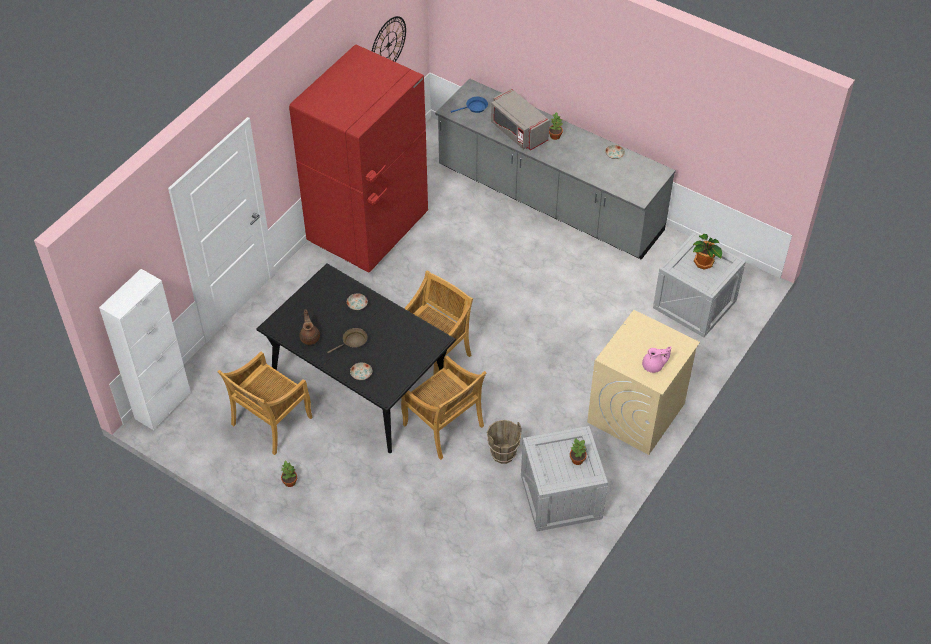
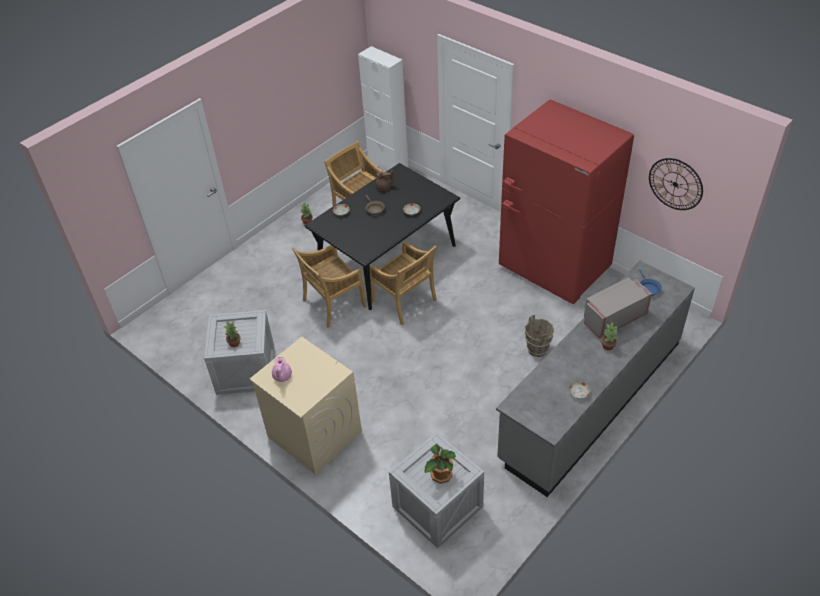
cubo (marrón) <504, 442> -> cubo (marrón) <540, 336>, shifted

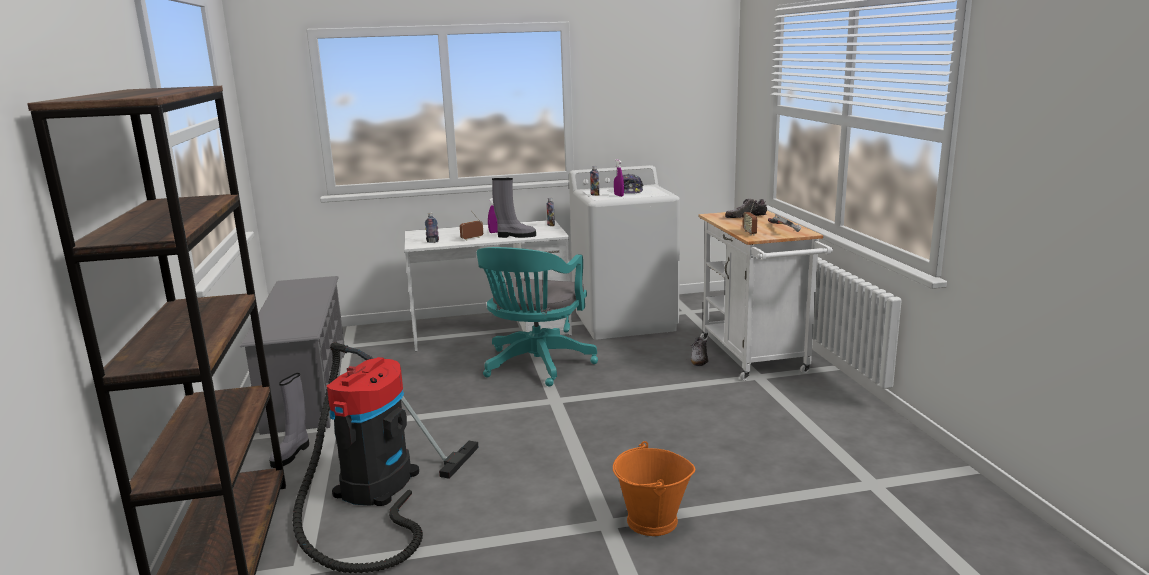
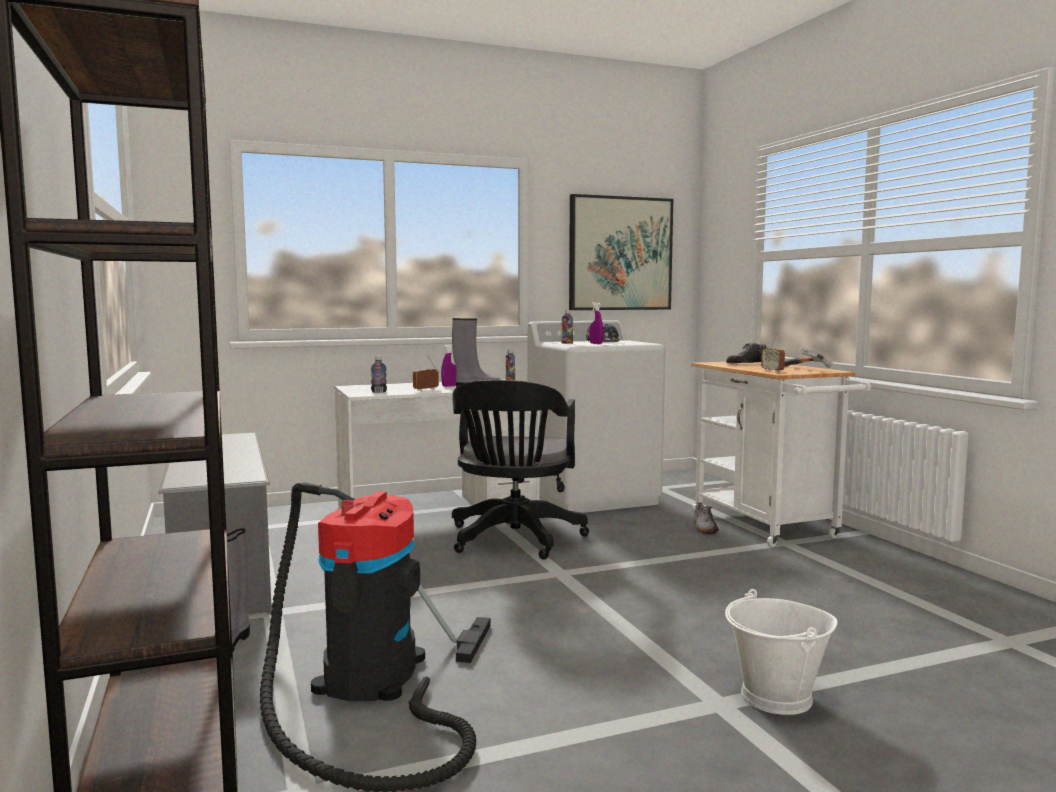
none -> cuadro <621, 252>
silla de oficina (turquesa) <537, 317> -> silla de oficina (negro) <520, 470>
cubo (naranja) <654, 488> -> cubo (blanco) <781, 652>

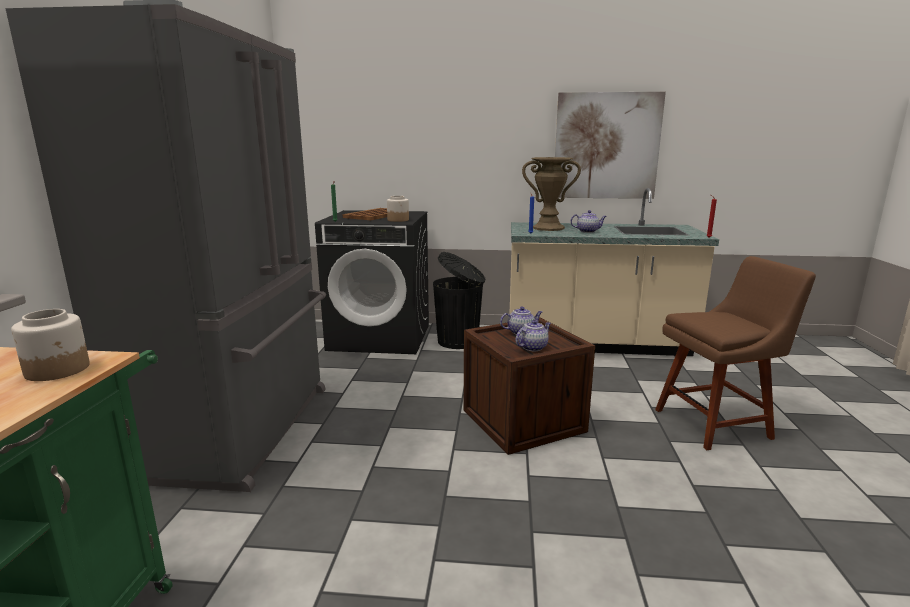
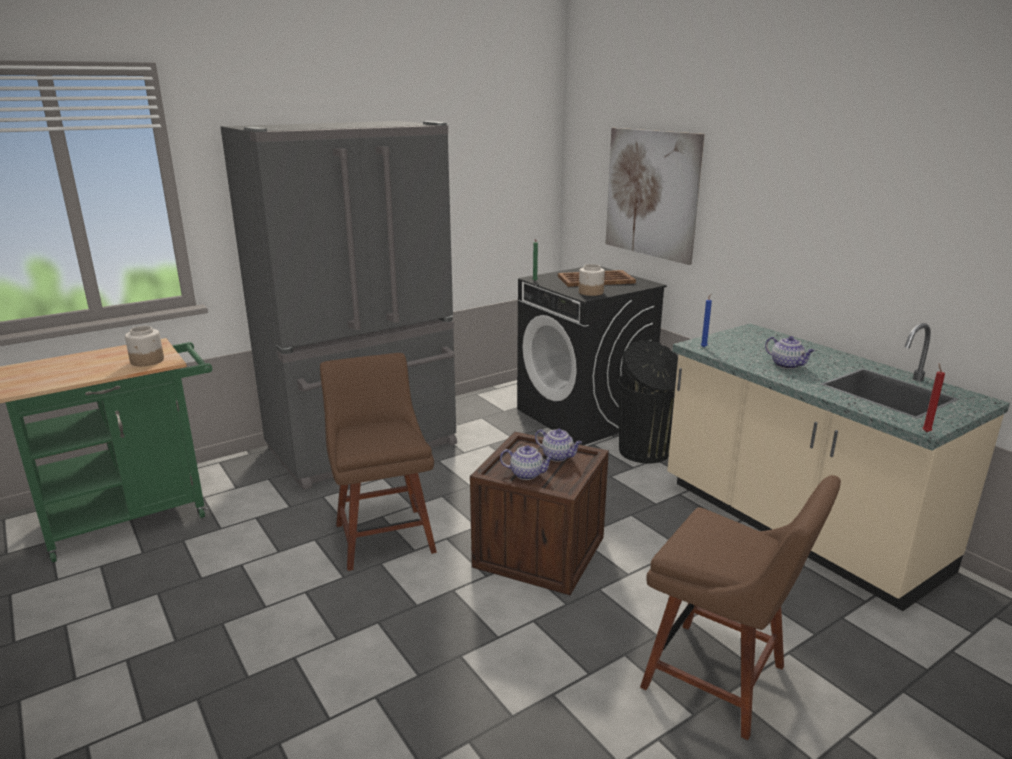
florero (marrón) <551, 194> -> none
none -> silla (marrón) <378, 462>
cuadro <610, 145> -> cuadro <654, 196>, shifted

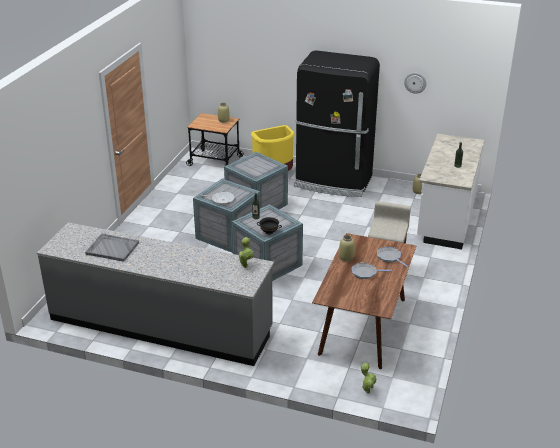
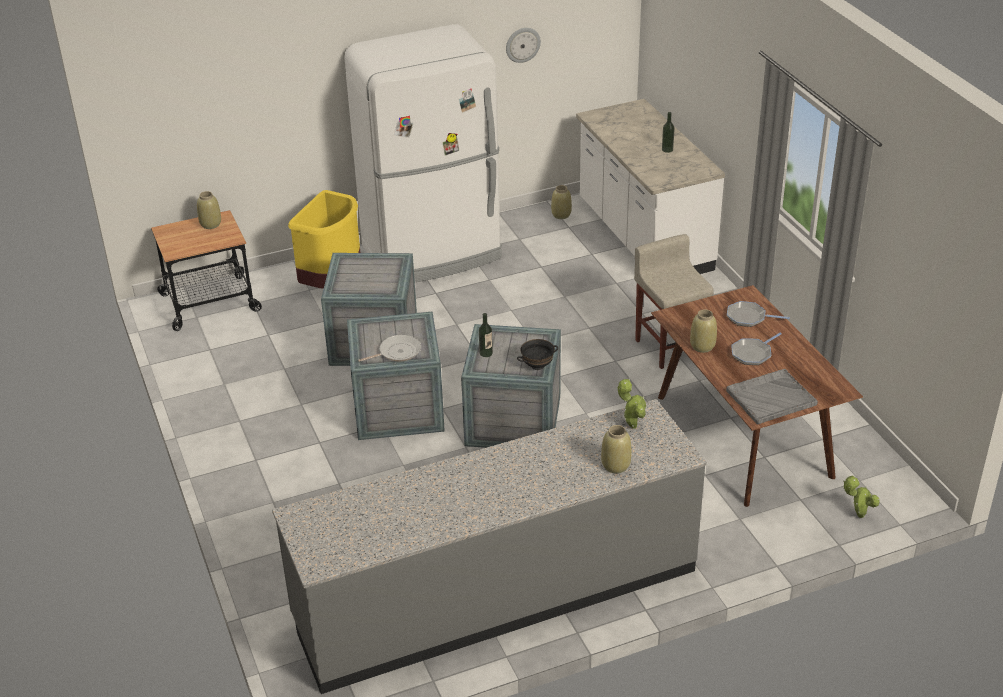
none -> florero (beis) <616, 449>
bandeja (gris) <112, 247> -> bandeja (gris) <772, 397>, shifted
nevera (negro) <337, 123> -> nevera (blanco) <423, 153>

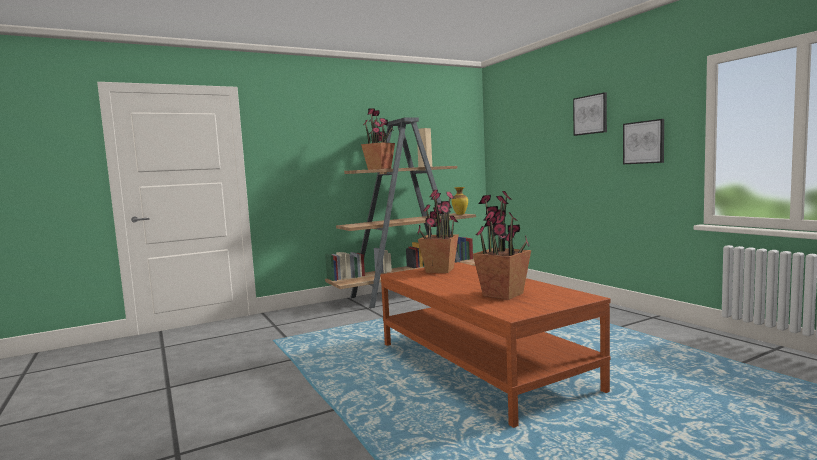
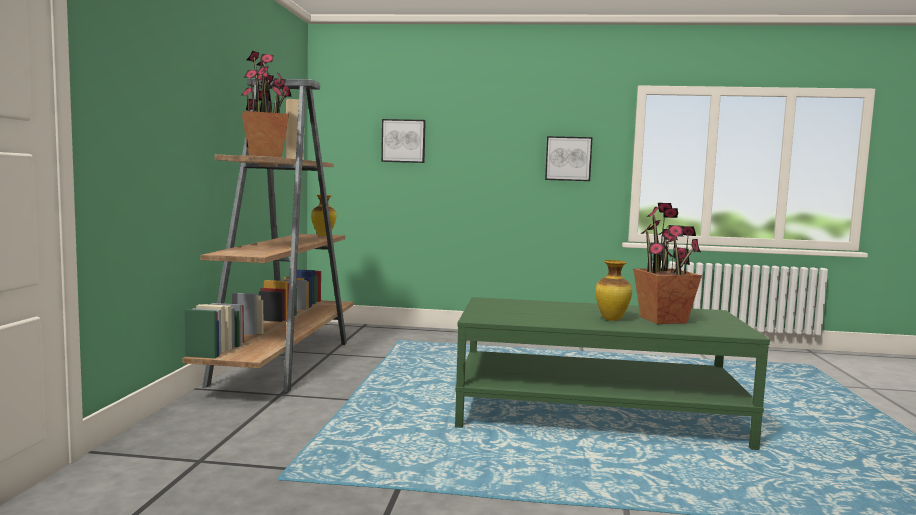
planta en maceta <438, 231> -> none
none -> florero <613, 290>
cuadro <590, 114> -> cuadro <403, 141>, shifted
mesa de centro (marrón) <495, 345> -> mesa de centro (verde) <612, 373>

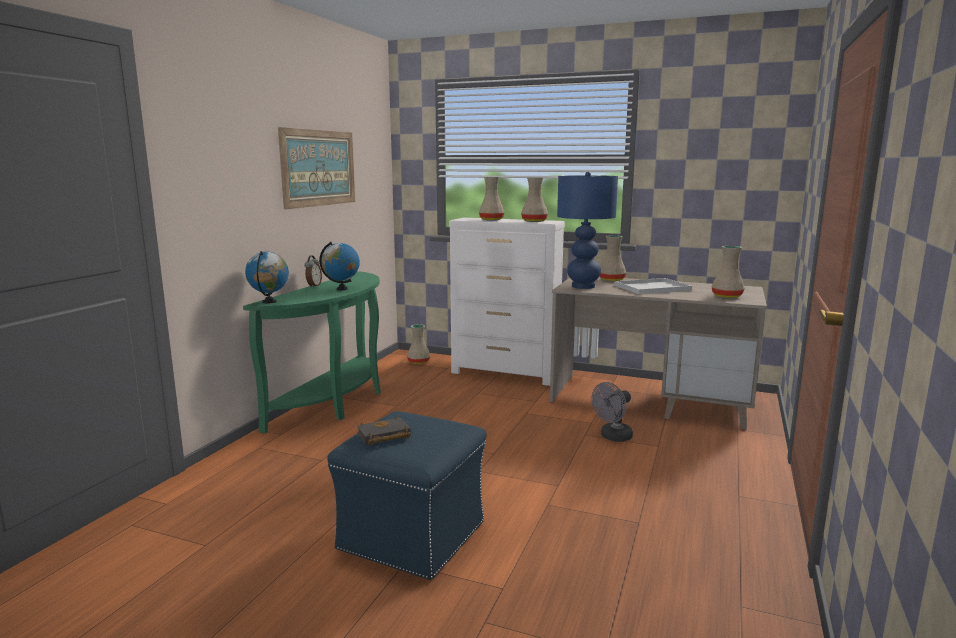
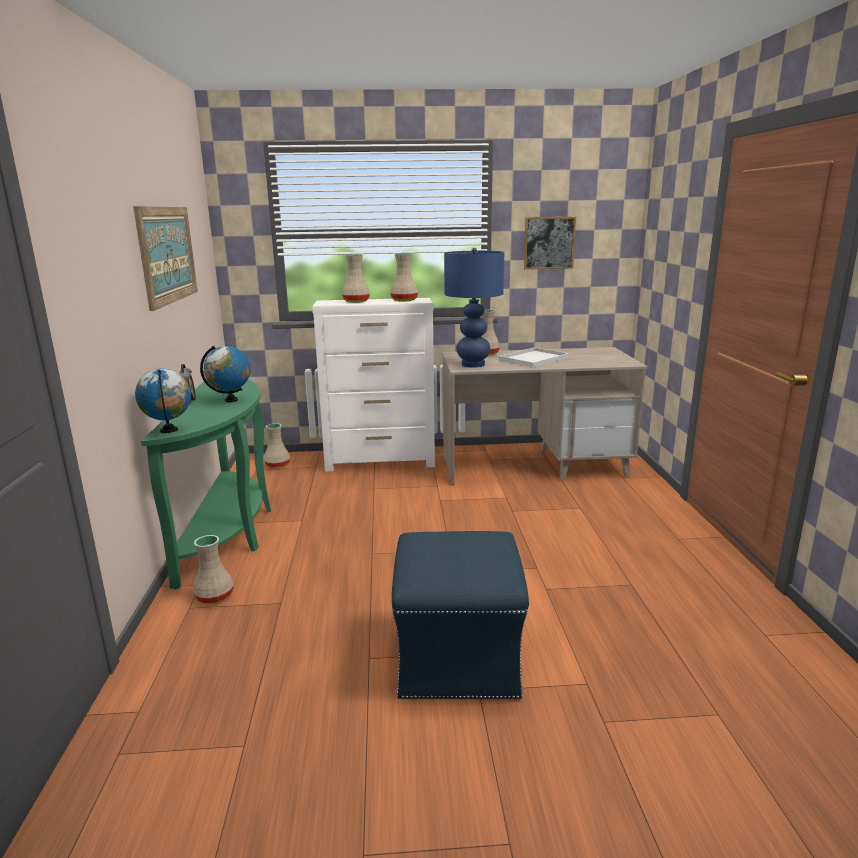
libro (negro) <384, 430> -> none
ventilador (gris) <612, 412> -> none
none -> cuadro <550, 243>
florero (beis) <728, 272> -> florero (beis) <213, 569>, shifted

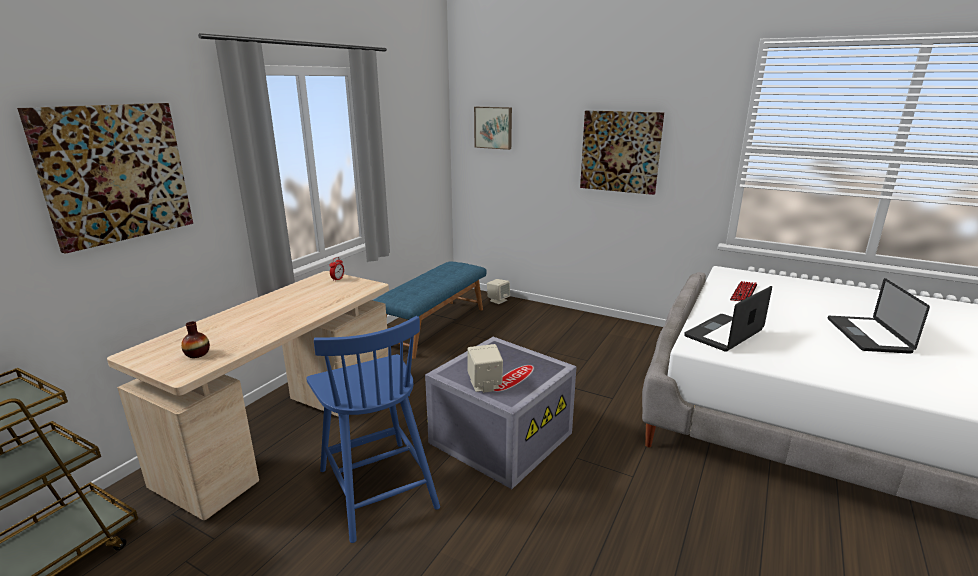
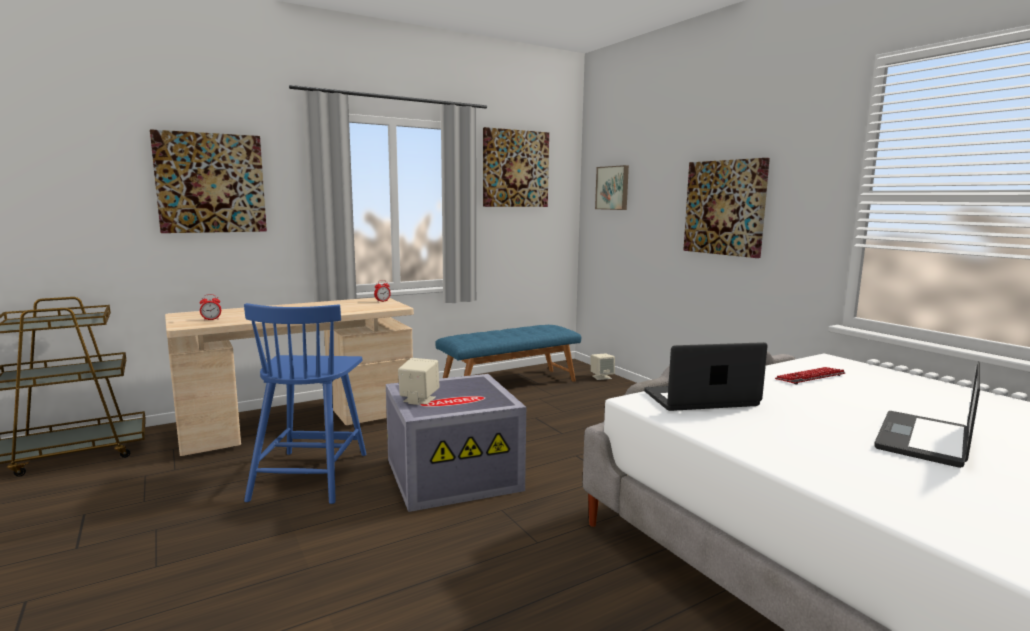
none -> cuadro <516, 167>
florero <195, 339> -> despertador <210, 307>

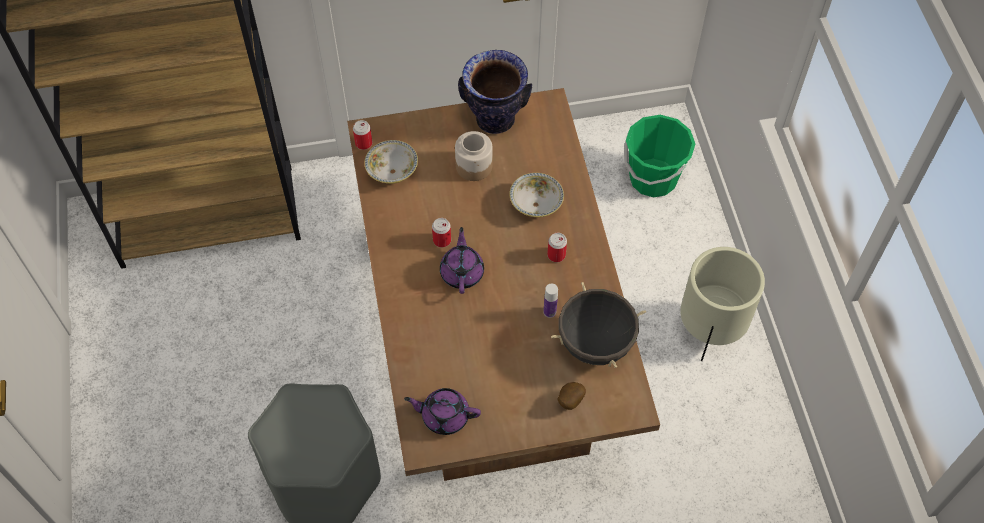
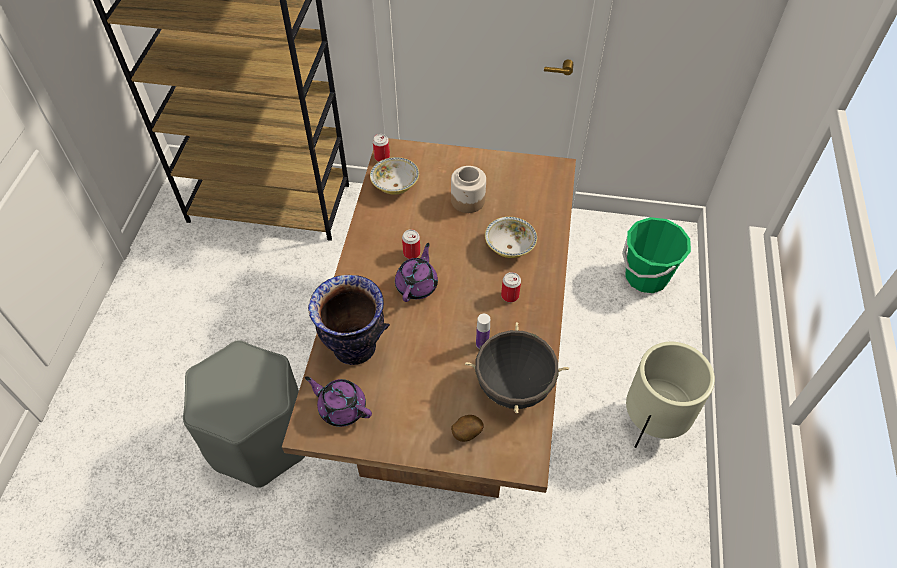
florero <495, 92> -> florero <349, 320>, shifted

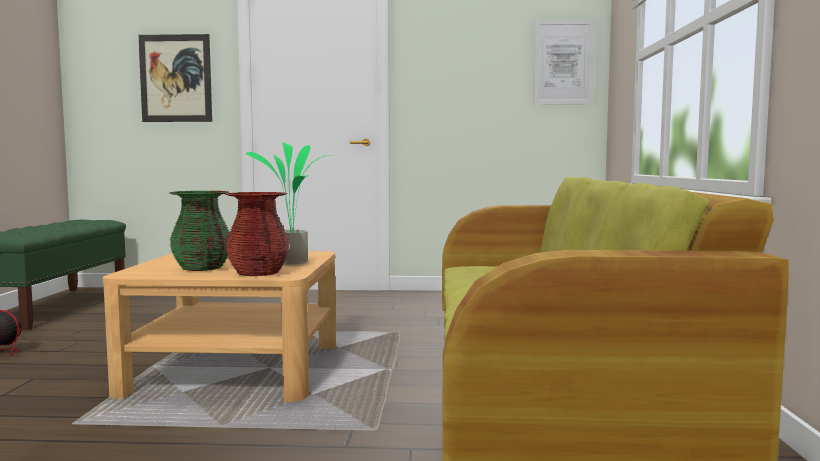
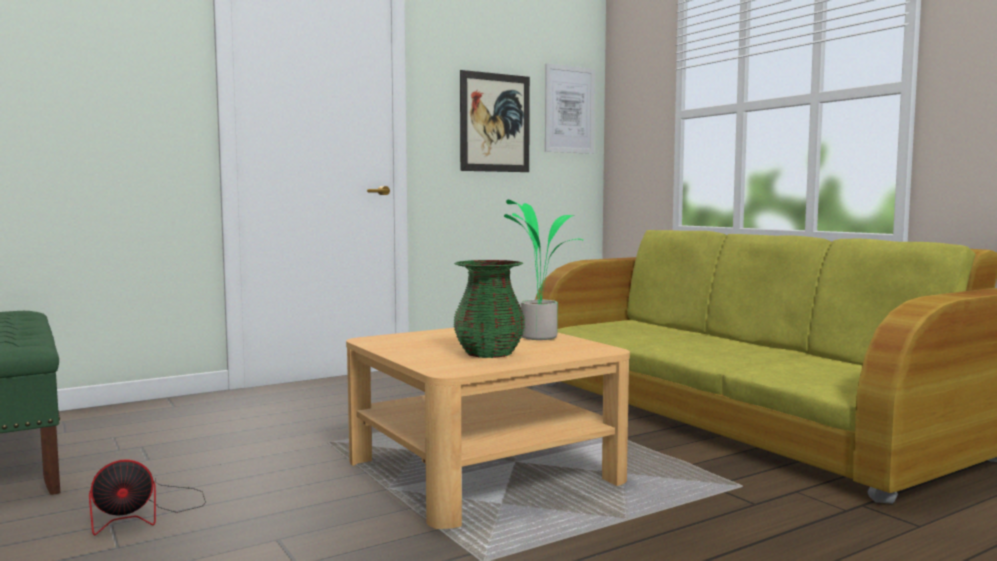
florero (rojo) <257, 234> -> none
cuadro <175, 78> -> cuadro <495, 121>, shifted

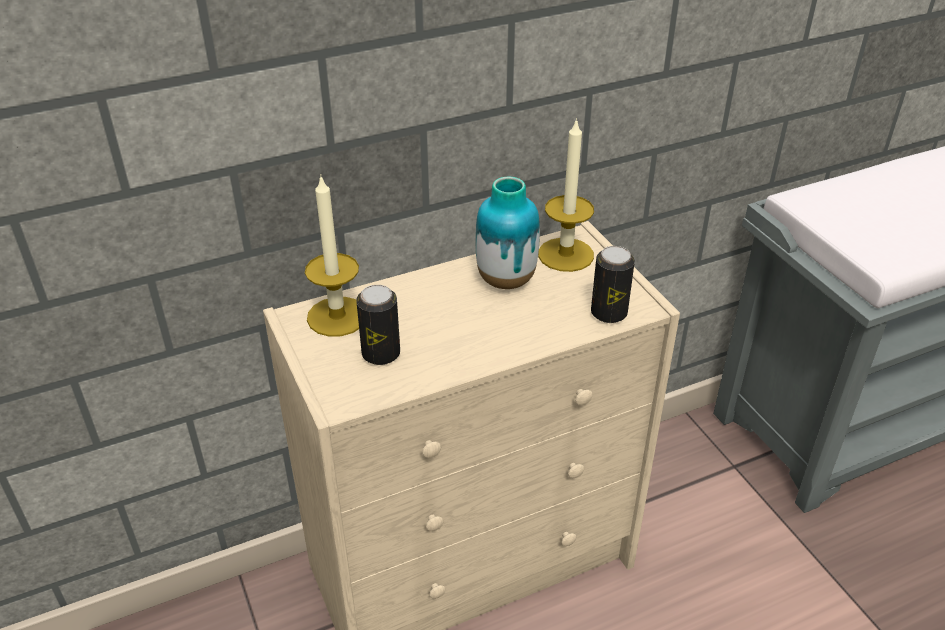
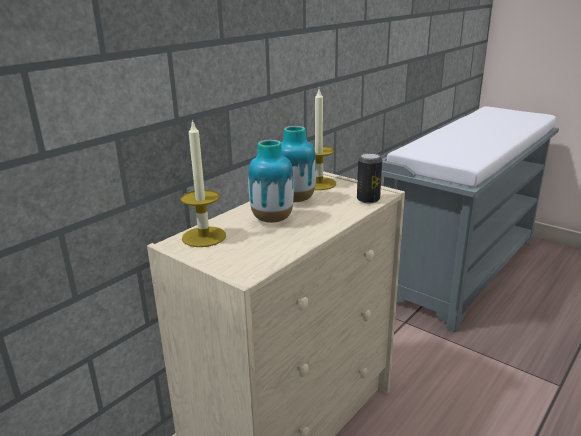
lata <378, 325> -> none
none -> florero <271, 181>

